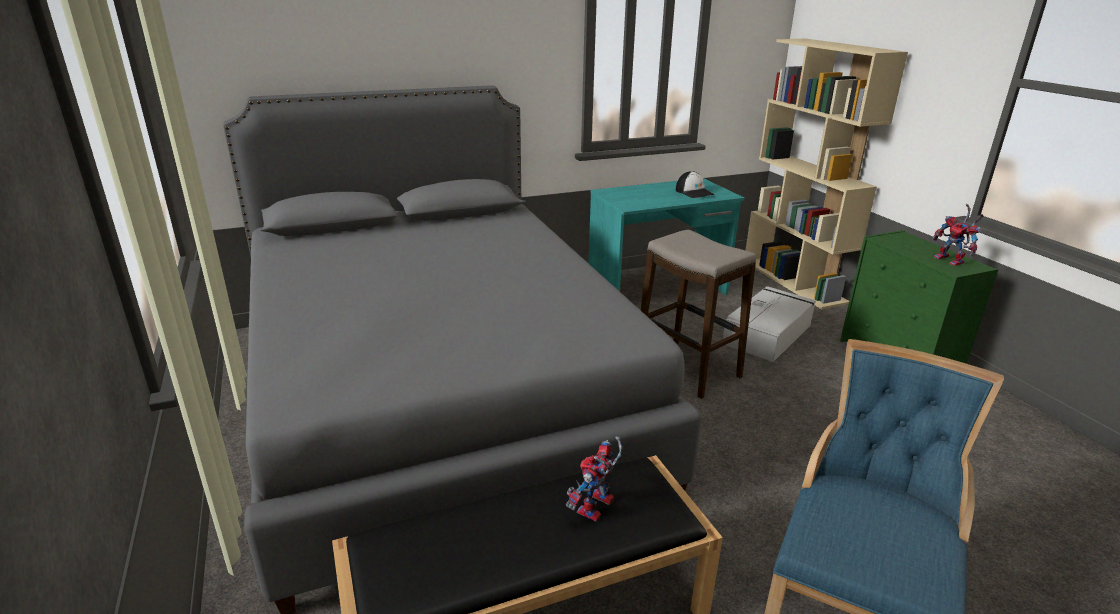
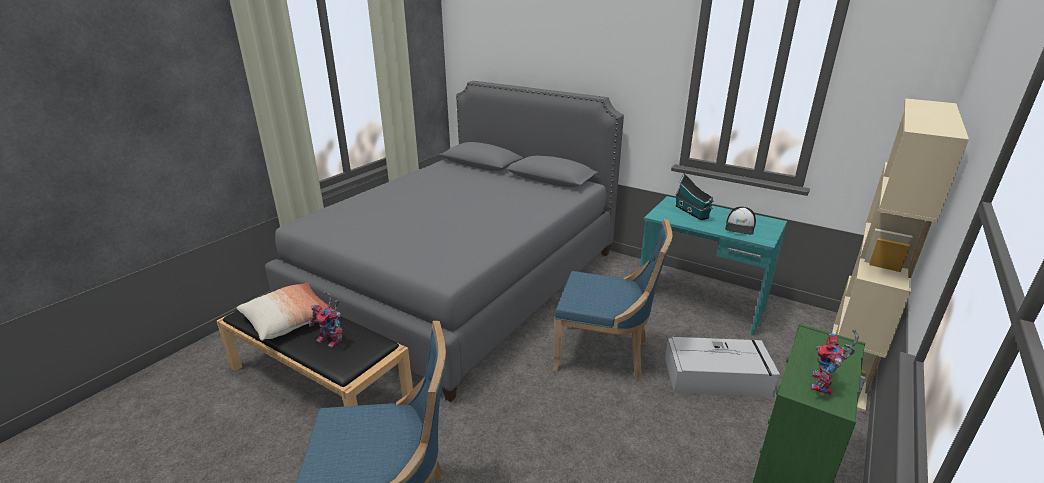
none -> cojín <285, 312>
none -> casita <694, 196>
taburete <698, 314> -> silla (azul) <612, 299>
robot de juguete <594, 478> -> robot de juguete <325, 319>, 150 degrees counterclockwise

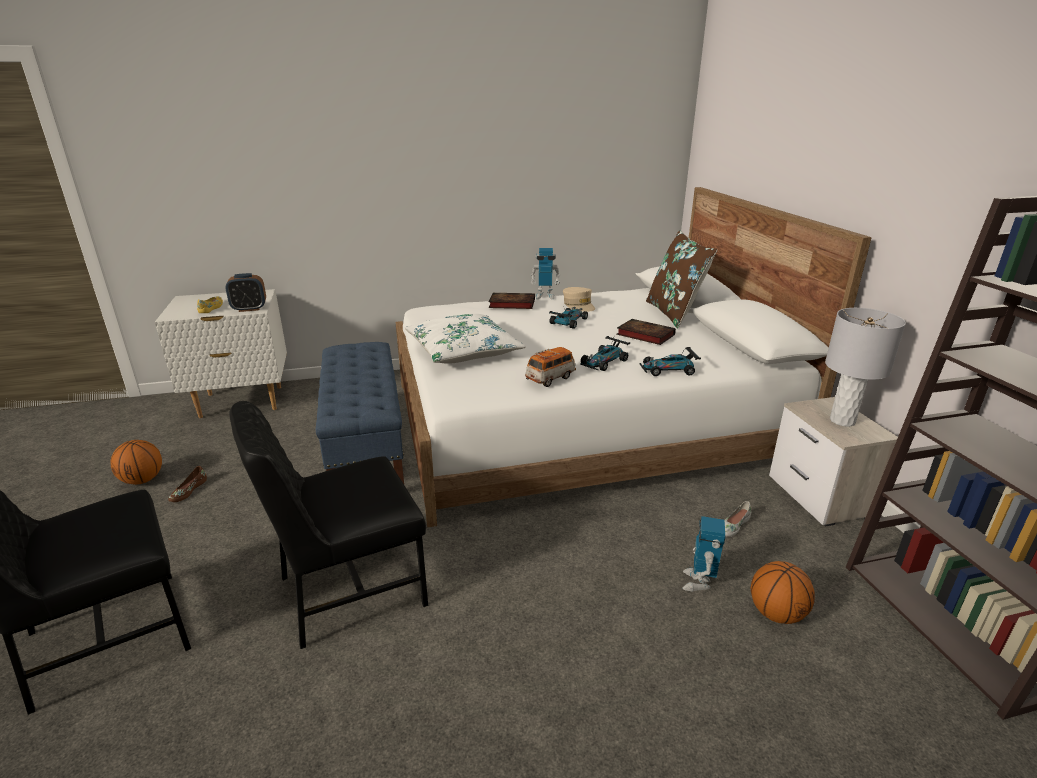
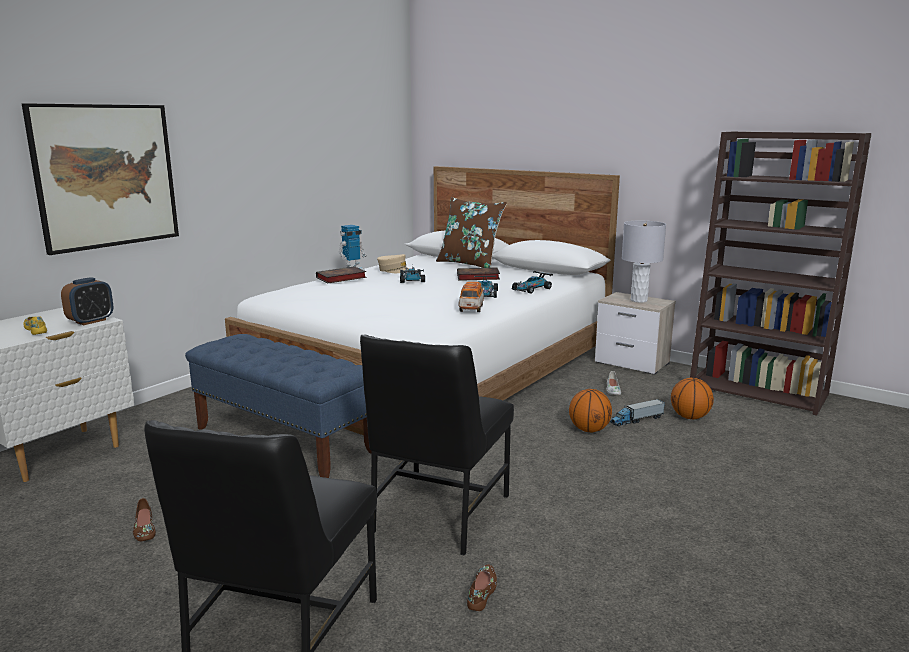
cojín (blanco) <465, 339> -> none
none -> cuadro <100, 179>
none -> zapato (marrón) <482, 587>
balón de baloncesto <136, 462> -> balón de baloncesto <590, 410>, shifted
robot de juguete <703, 553> -> camión de juguete <637, 413>

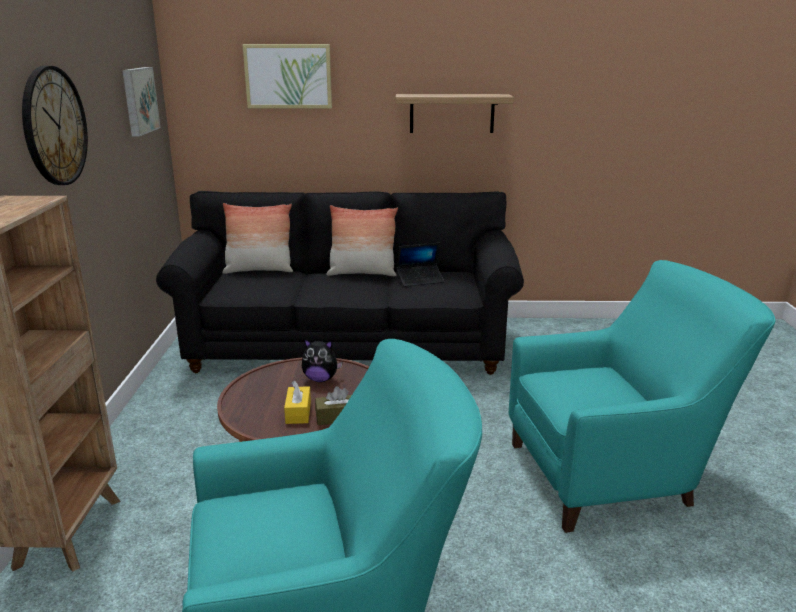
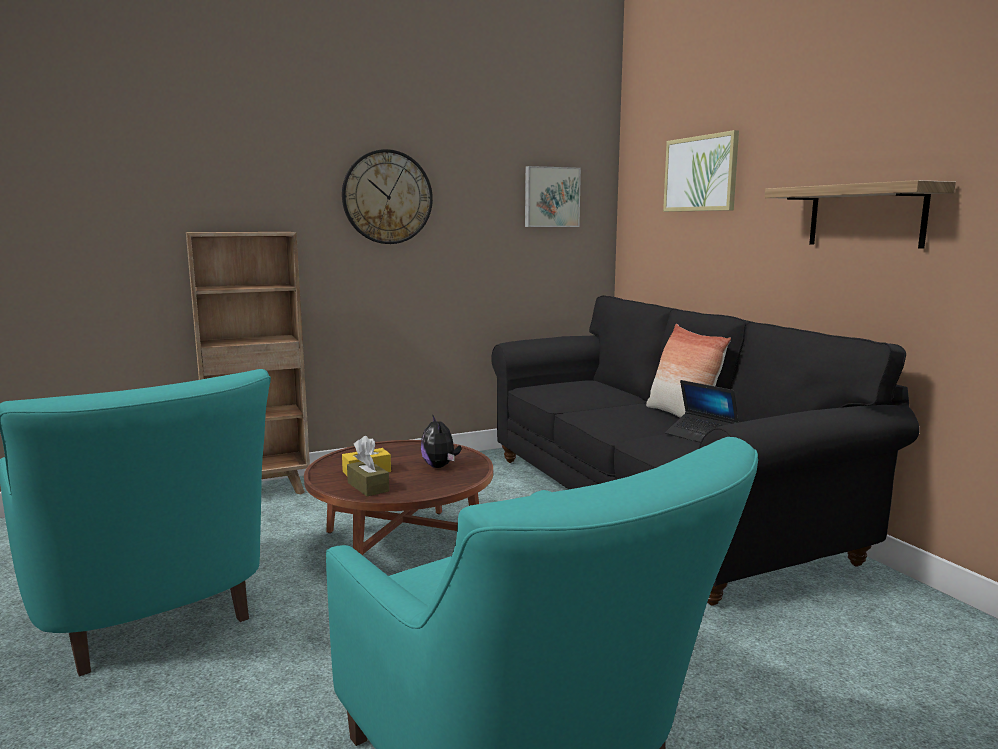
cojín <257, 238> -> none

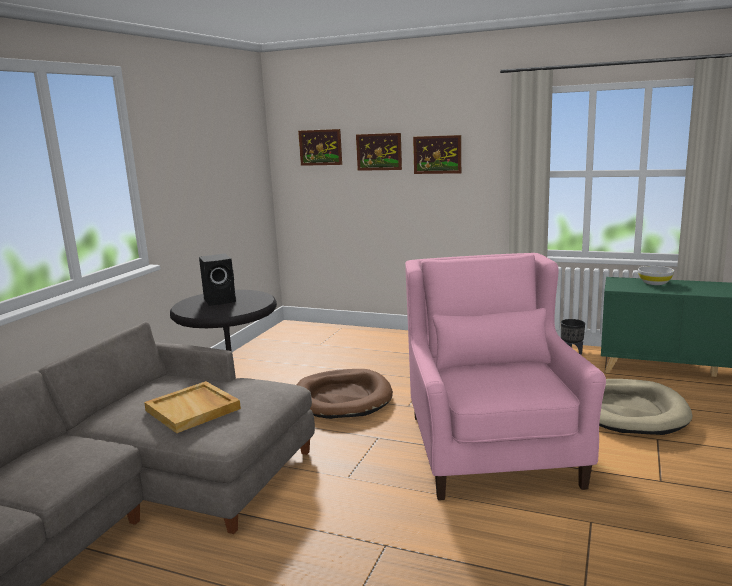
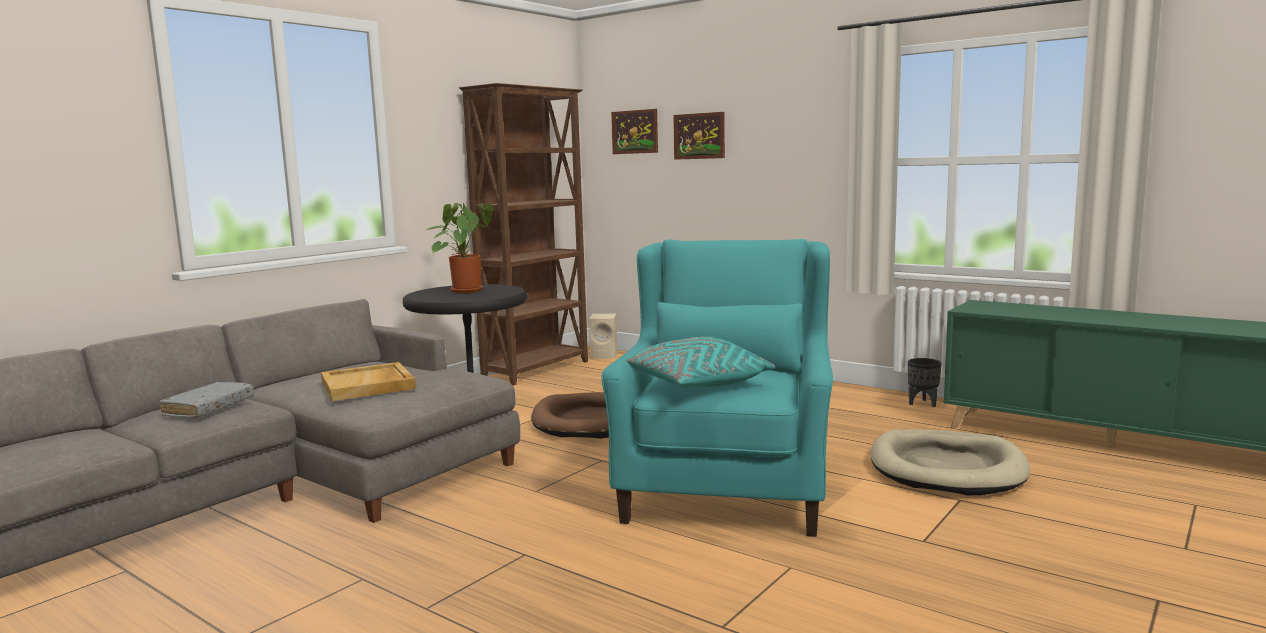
cuadro <437, 154> -> none
cuenco (blanco) <656, 275> -> none
none -> libro (gris) <206, 400>
none -> estantería (marrón) <523, 234>
none -> altavoz (beis) <603, 336>
none -> cojín (turquesa) <699, 362>
altavoz (negro) <217, 279> -> planta en maceta <460, 248>
sillón (rosa) <505, 376> -> sillón (turquesa) <717, 388>

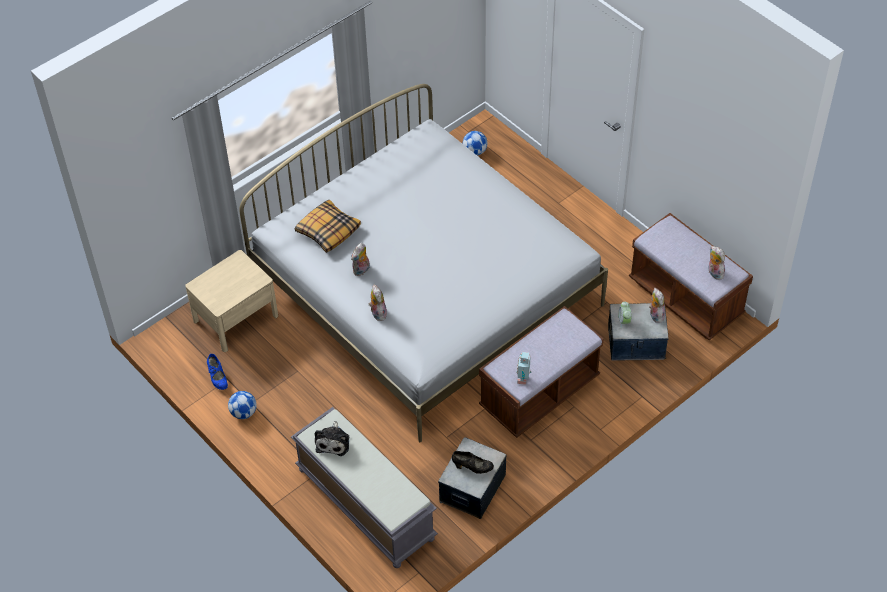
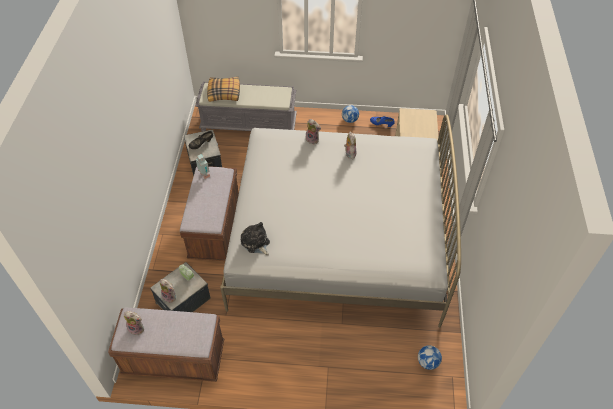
cojín <328, 226> -> cojín <223, 89>, shifted
peluche <332, 438> -> peluche <255, 238>, shifted

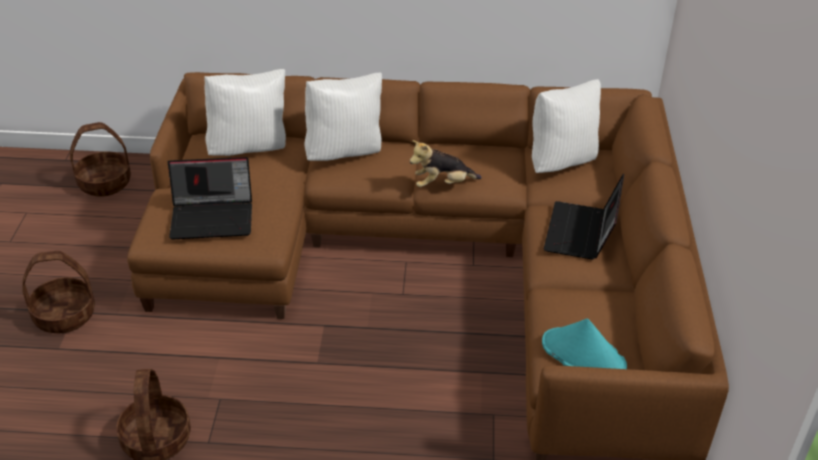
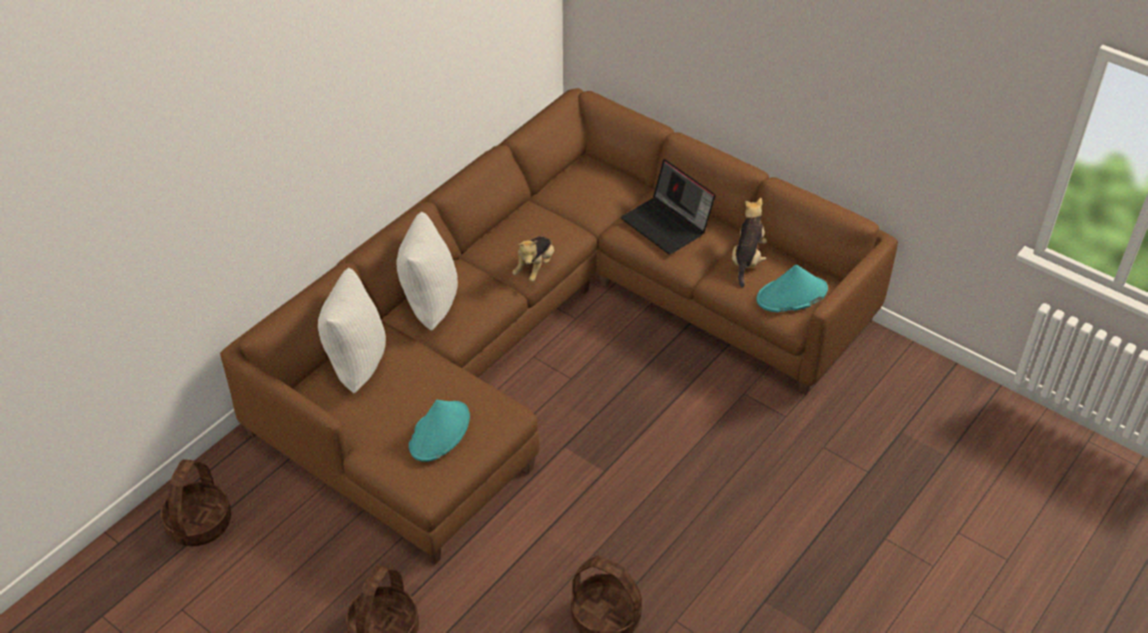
cojín (blanco) <566, 126> -> none
none -> peluche <749, 243>
portátil <210, 198> -> sombrero (turquesa) <439, 431>

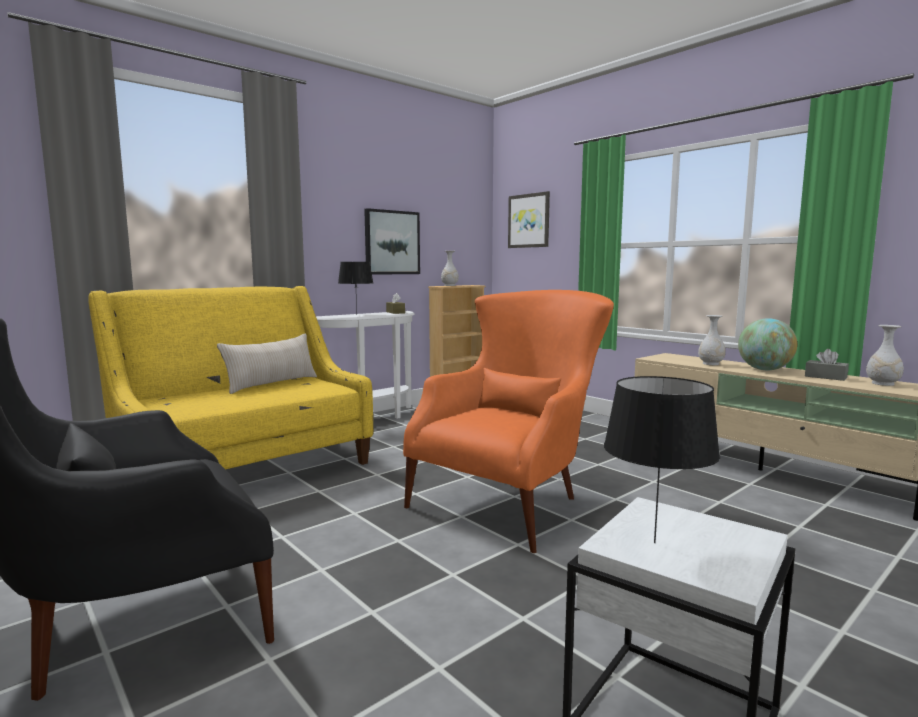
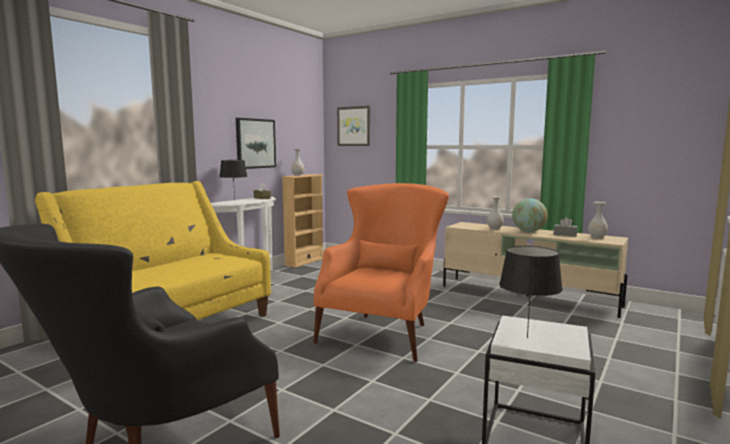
cojín (beis) <267, 363> -> none

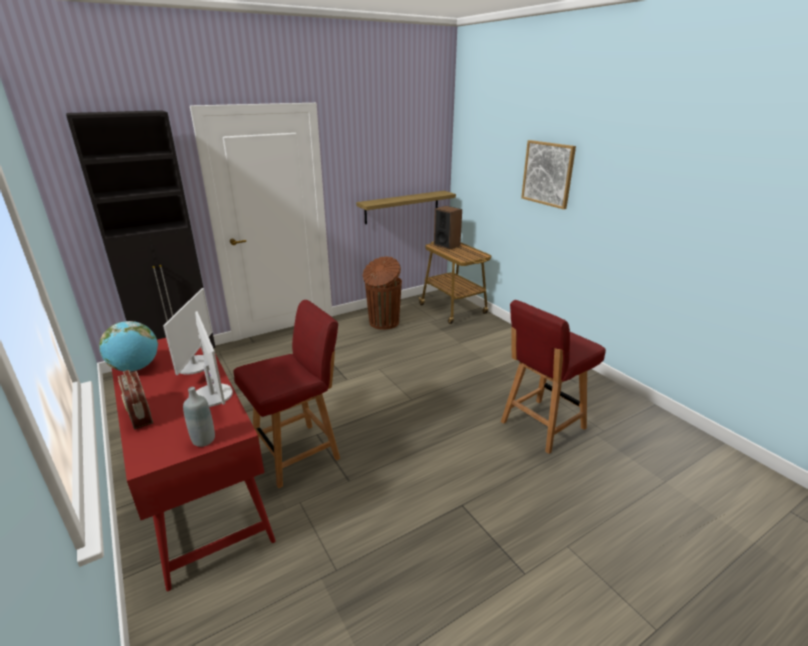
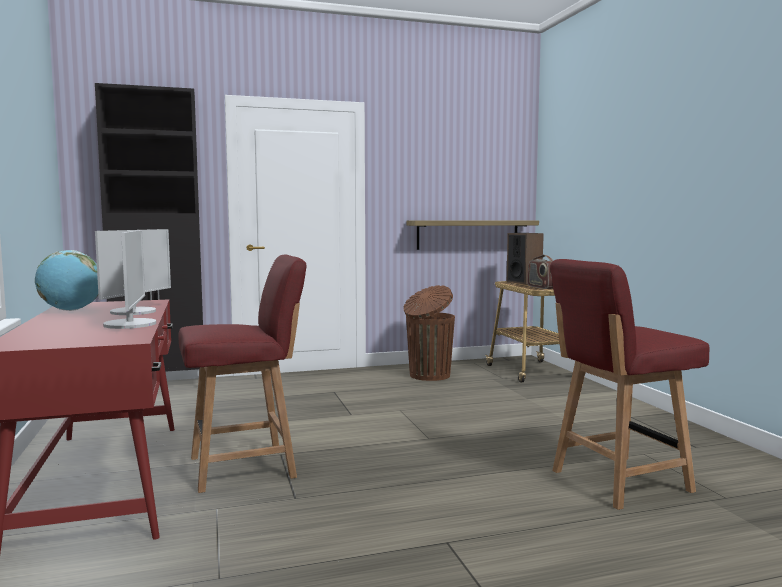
botella (gris) <199, 417> -> none
cuadro <548, 174> -> none
radio <135, 400> -> radio <540, 272>, shifted

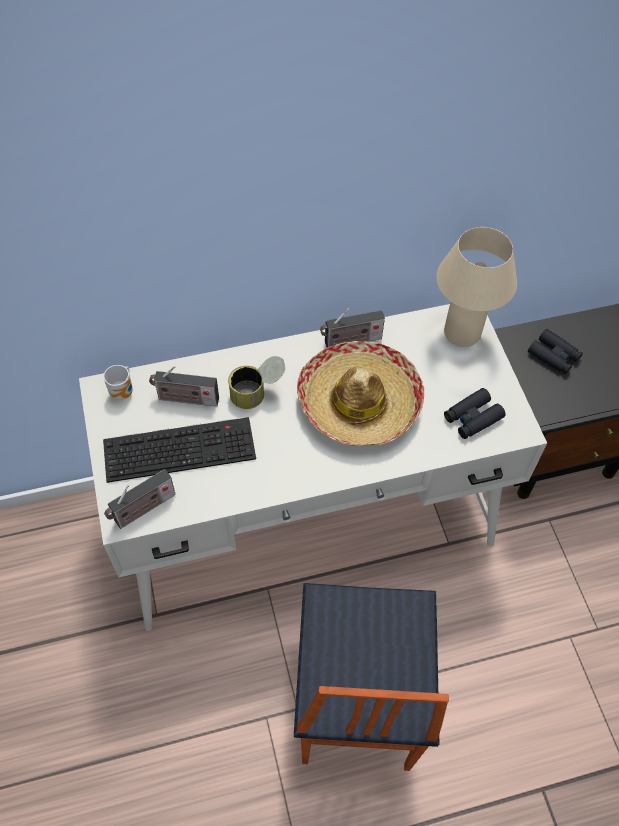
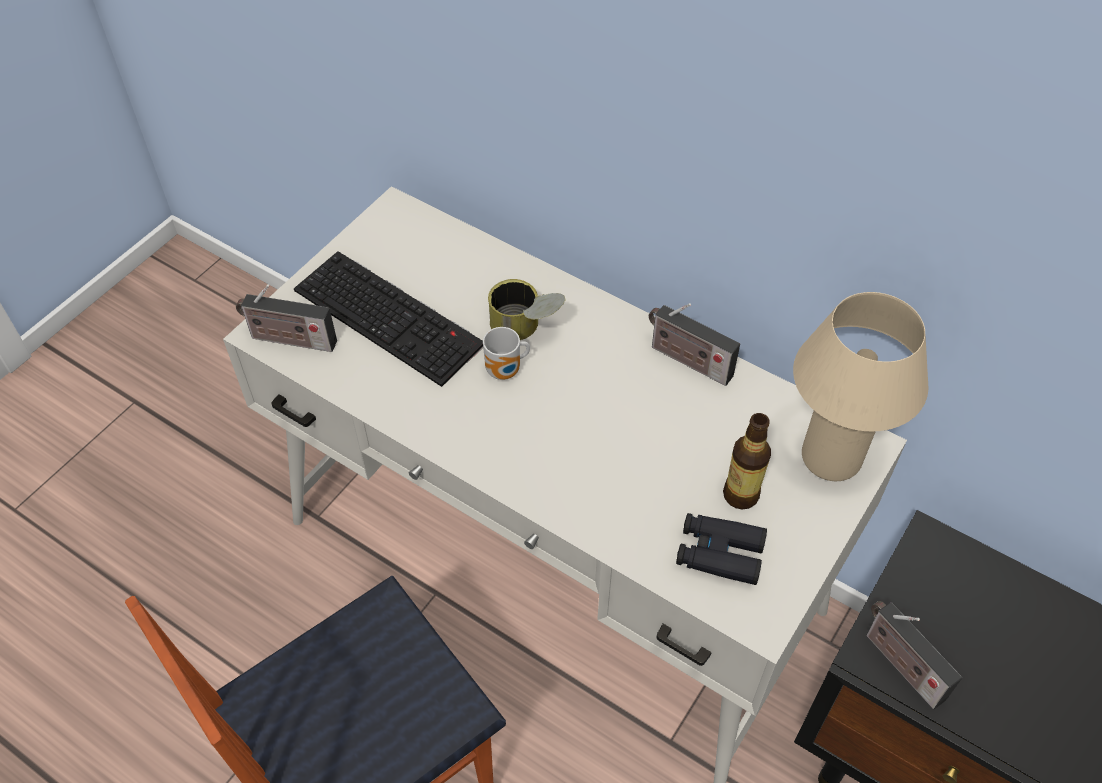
sombrero <360, 393> -> none
prismáticos (negro) <555, 351> -> none
none -> botella <747, 461>
taza grande <118, 382> -> taza grande <506, 353>, shifted
radio <184, 386> -> radio <914, 655>, shifted

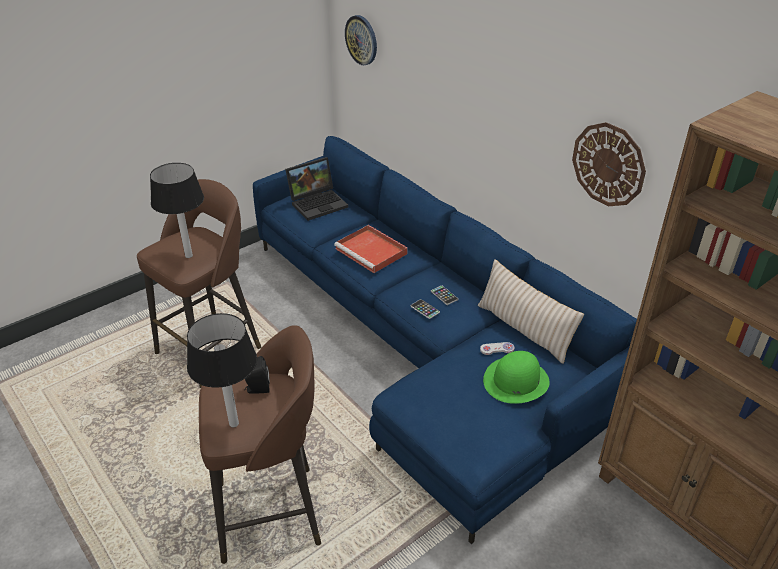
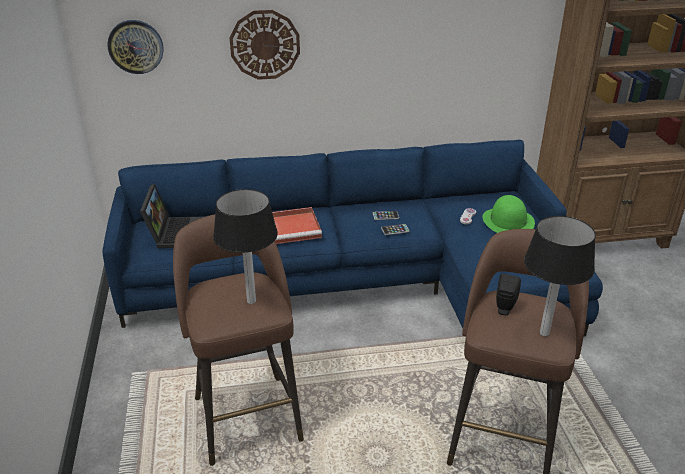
cojín (beis) <531, 311> -> none
reloj de pared <609, 164> -> reloj de pared <265, 45>, shifted

